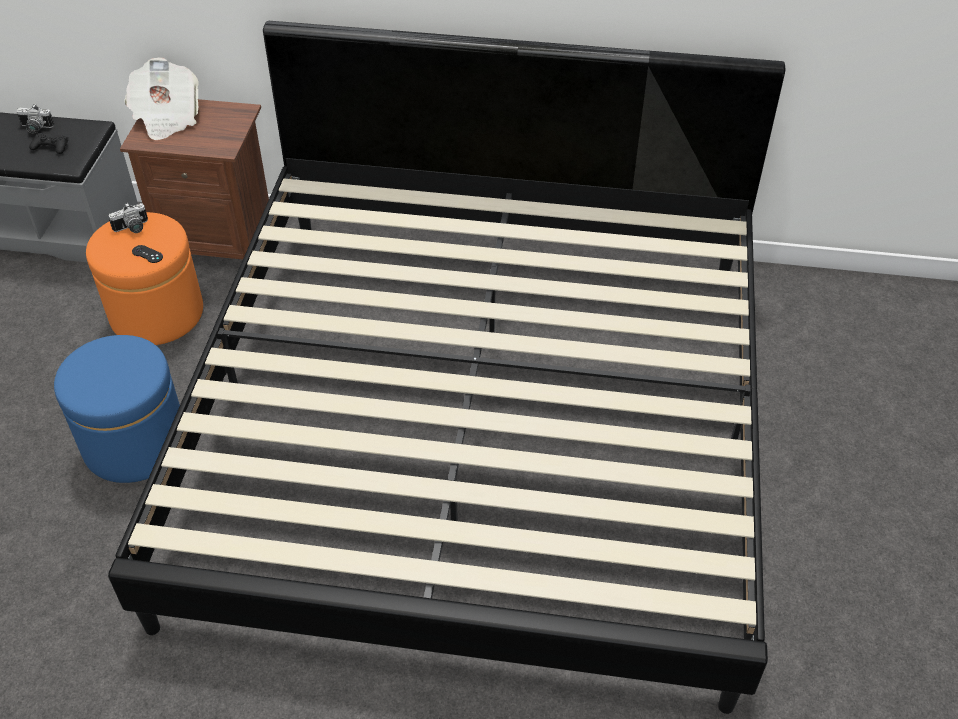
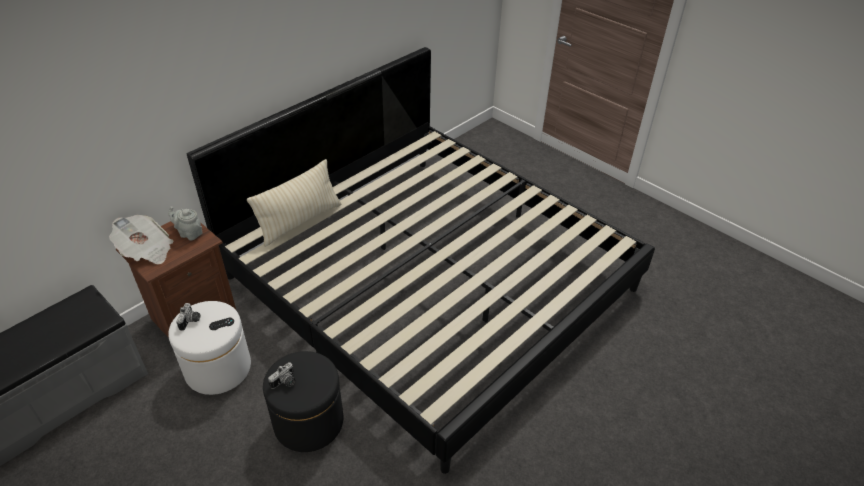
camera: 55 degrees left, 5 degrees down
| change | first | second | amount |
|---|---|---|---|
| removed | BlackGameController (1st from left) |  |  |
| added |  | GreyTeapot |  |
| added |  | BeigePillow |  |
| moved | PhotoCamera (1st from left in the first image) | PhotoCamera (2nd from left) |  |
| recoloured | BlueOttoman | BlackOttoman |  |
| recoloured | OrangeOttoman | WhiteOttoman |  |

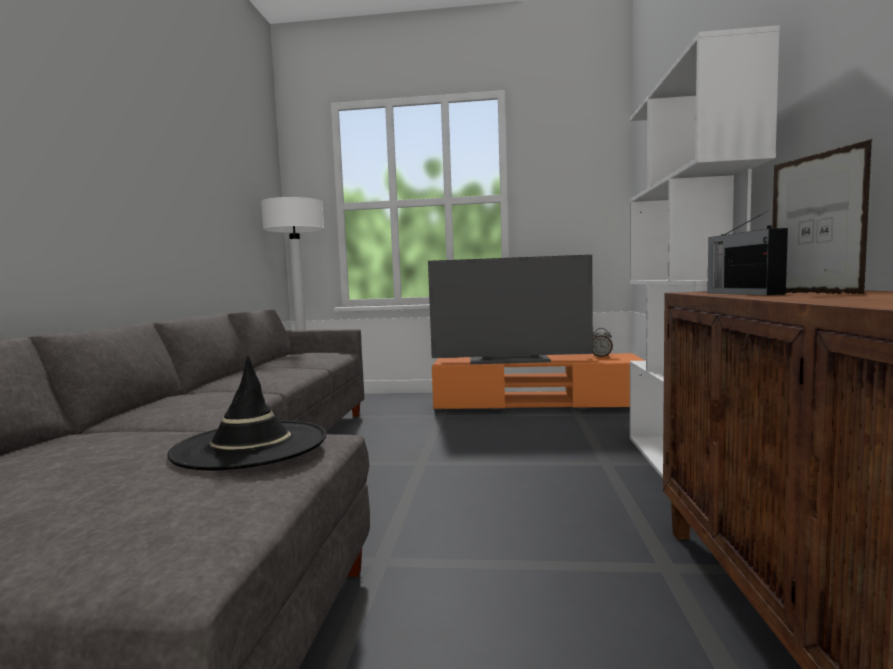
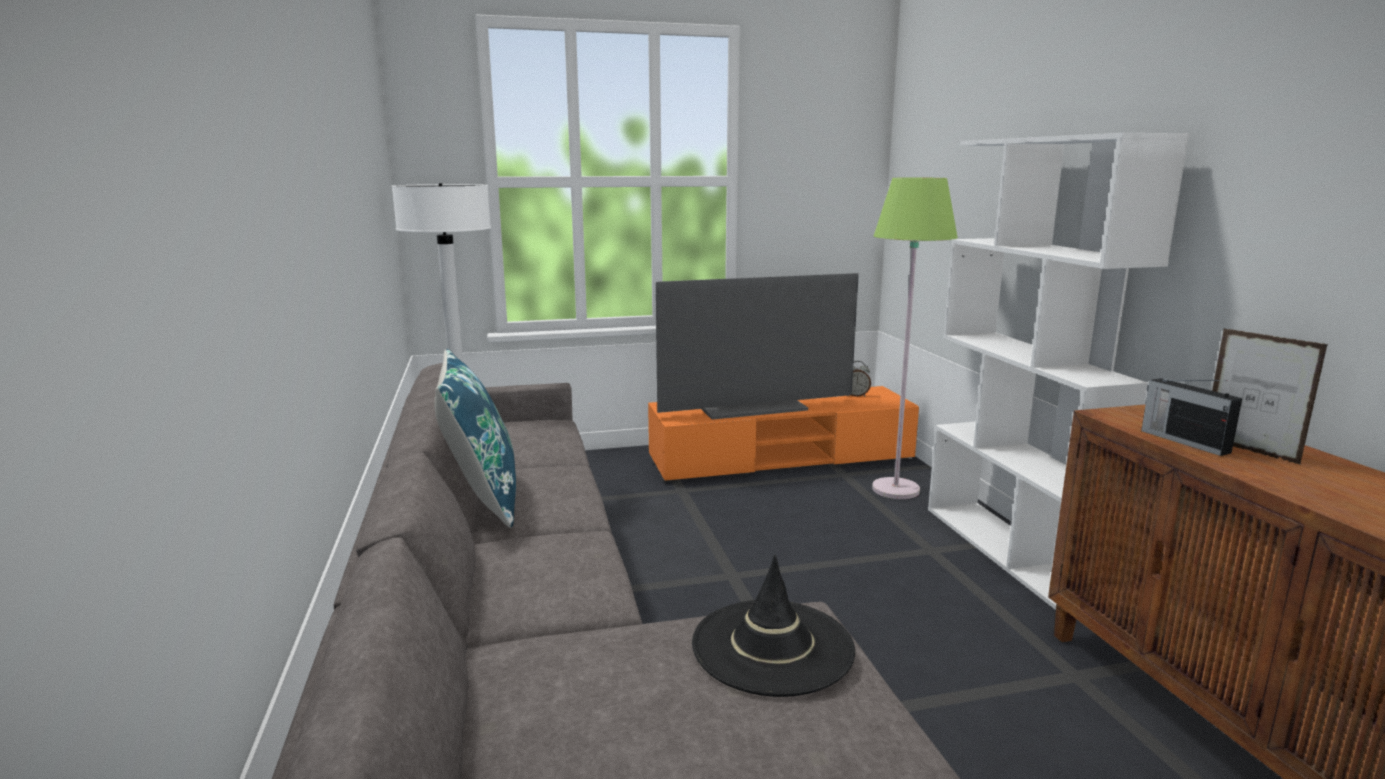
camera: 20 degrees left, 10 degrees up
| change | first | second | amount |
|---|---|---|---|
| added |  | BluePillow |  |
| added |  | GreenFloorLamp |  |

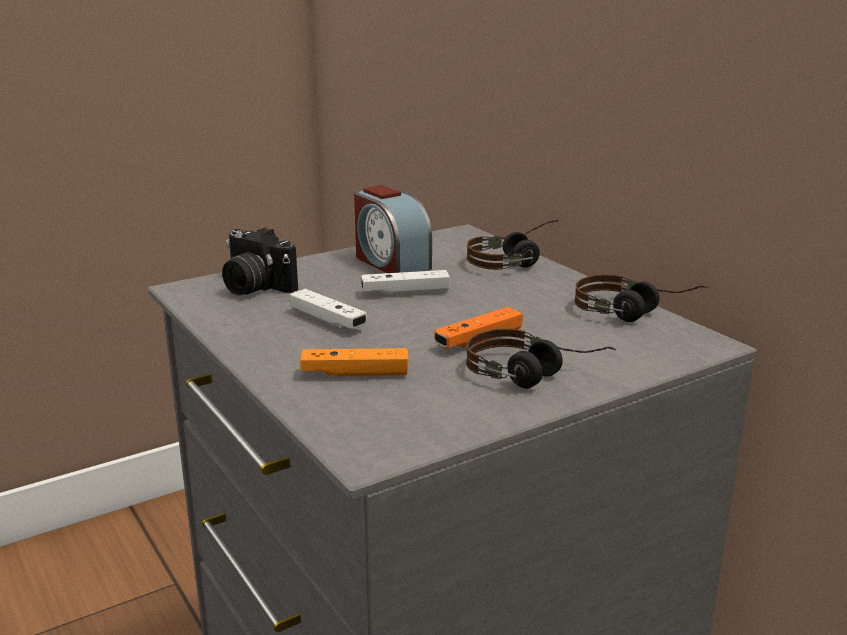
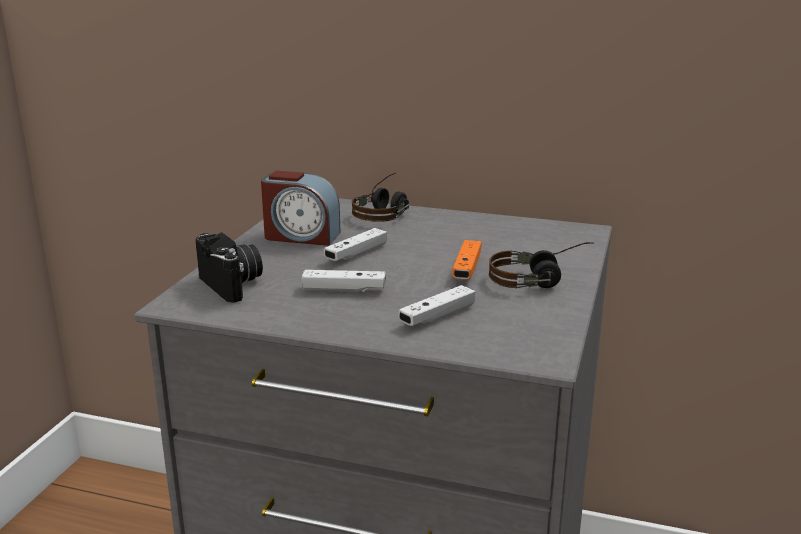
camera: 40 degrees left, 0 degrees up
| change | first | second | amount |
|---|---|---|---|
| removed | Headphones (3rd from left) |  |  |
| recoloured | OrangeGameController (1st from left) | WhiteGameController (3rd from left) |  |
| turned | PhotoCamera |  | 120 degrees counterclockwise |

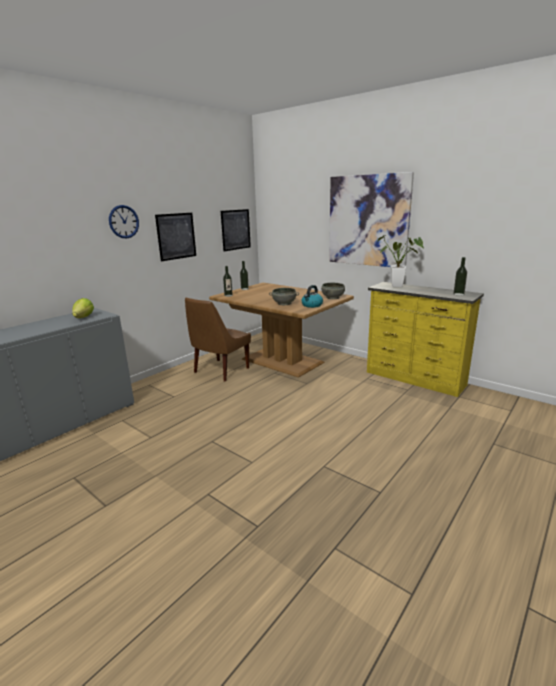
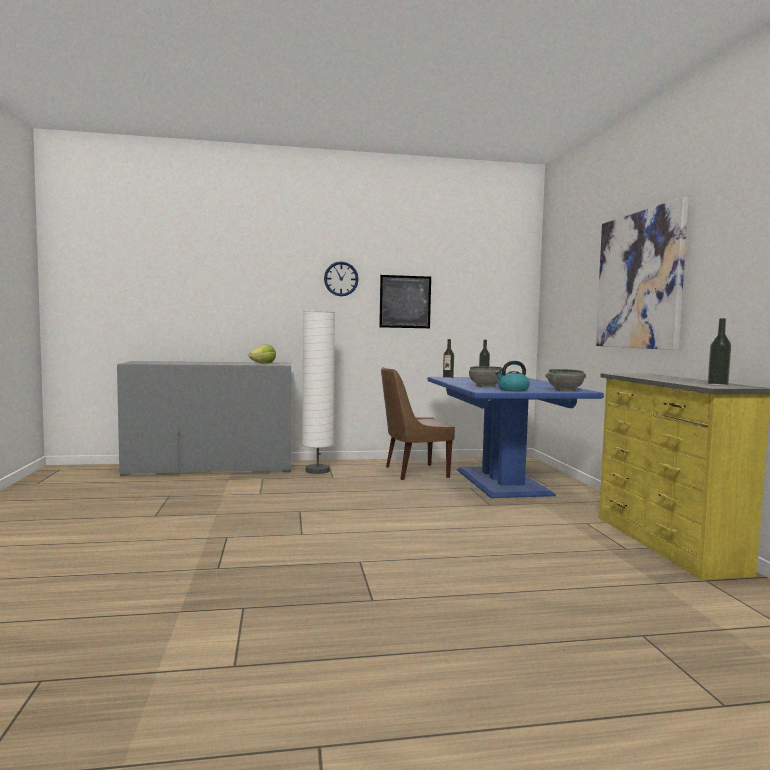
camera: 40 degrees right, 15 degrees down
| change | first | second | amount |
|---|---|---|---|
| removed | Picture (2nd from left) |  |  |
| removed | PottedPlant |  |  |
| added |  | WhiteFloorLamp |  |
| recoloured | BrownDiningTable | BlueDiningTable |  |

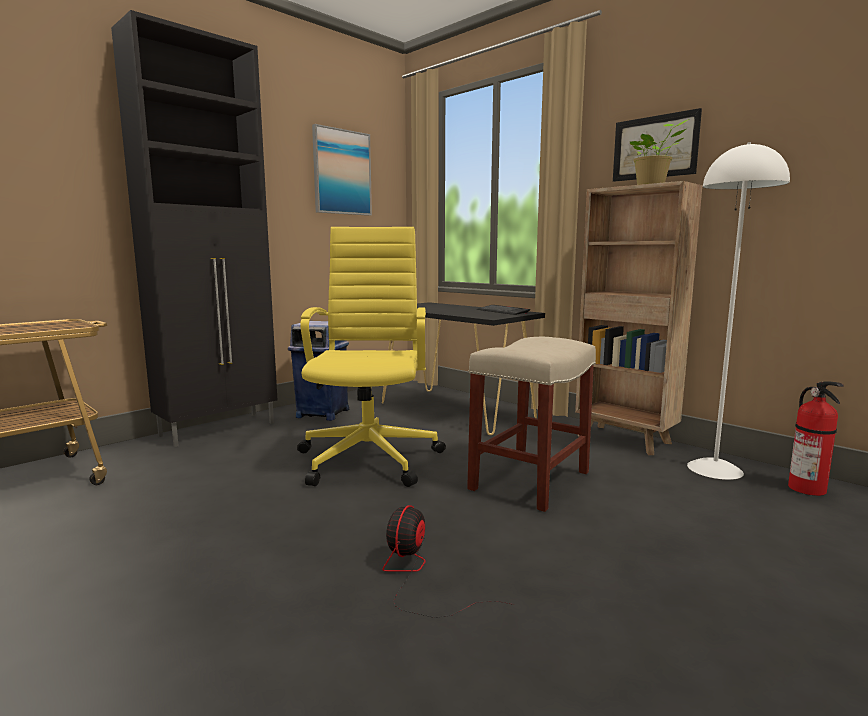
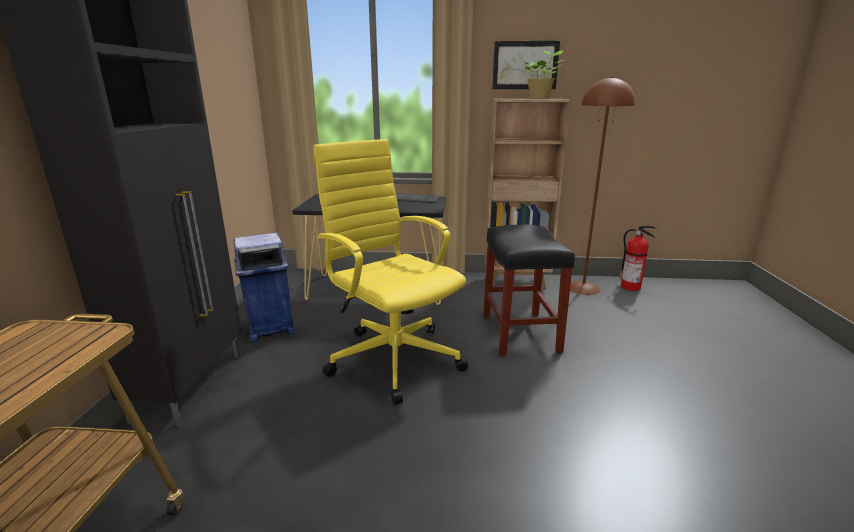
camera: 40 degrees left, 10 degrees up
| change | first | second | amount |
|---|---|---|---|
| removed | Picture (1st from left) |  |  |
| removed | Fan |  |  |
| recoloured | BeigeStool | BlackStool |  |
| recoloured | WhiteFloorLamp | BrownFloorLamp |  |

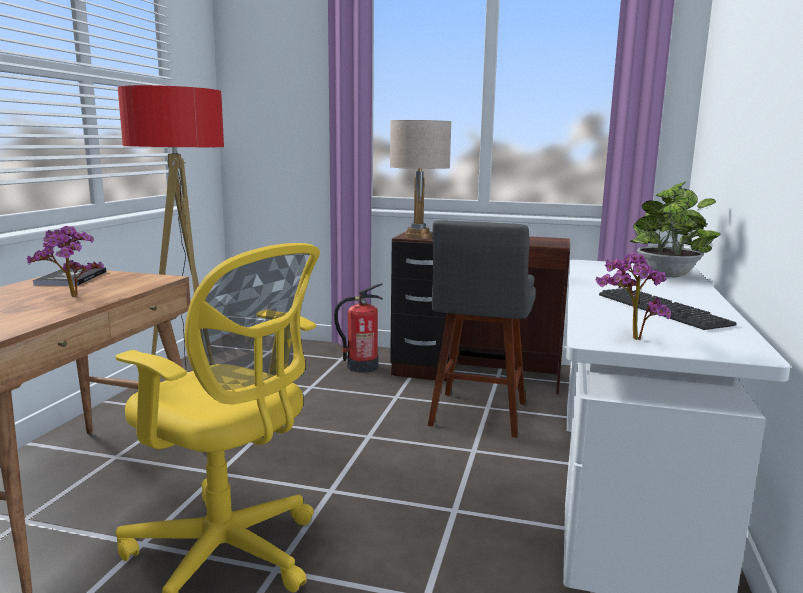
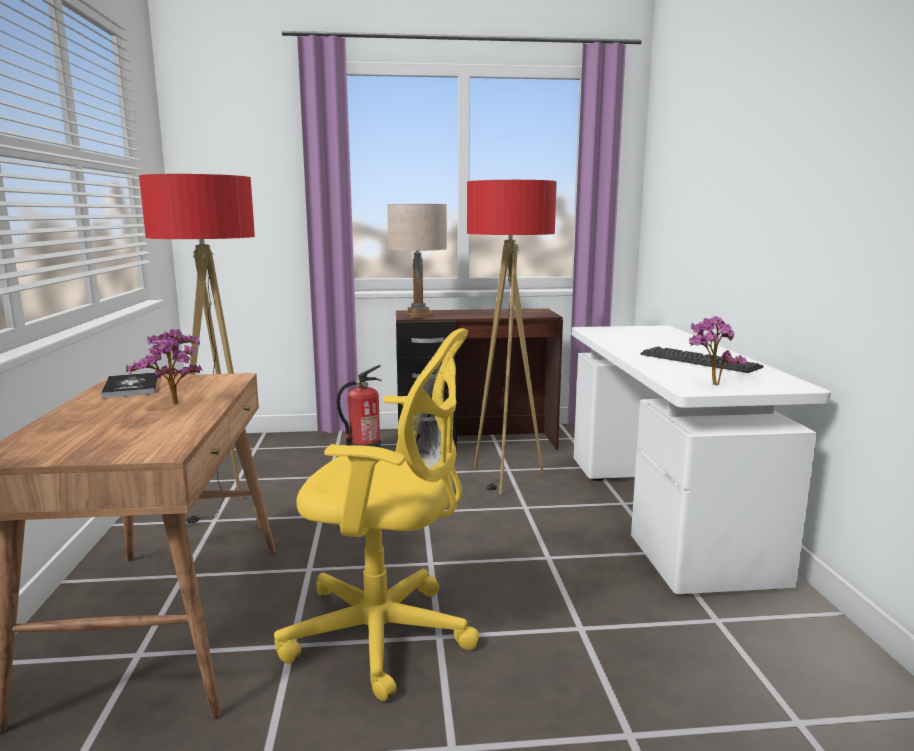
camera: 20 degrees left, 0 degrees up
| change | first | second | amount |
|---|---|---|---|
| removed | PottedPlant (3rd from left) |  |  |
| replaced | GreyStool | FloorLamp (2nd from left) |  |

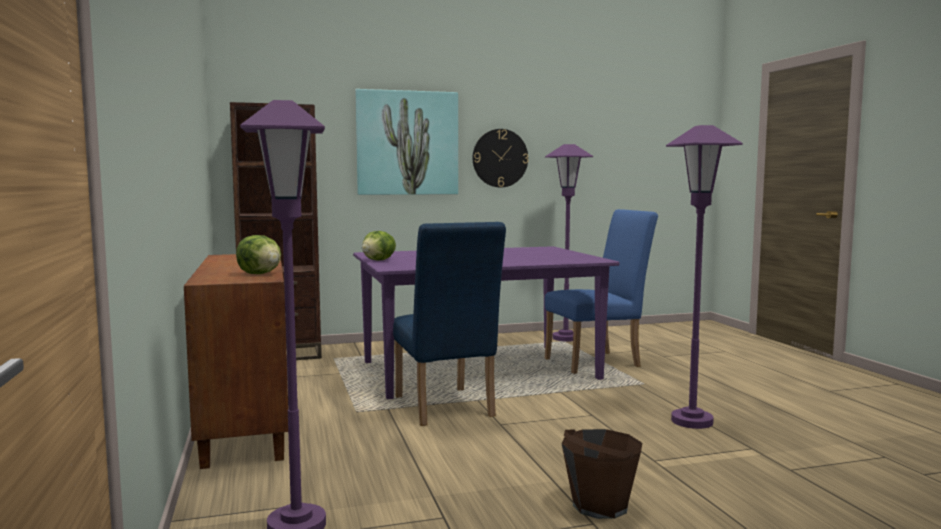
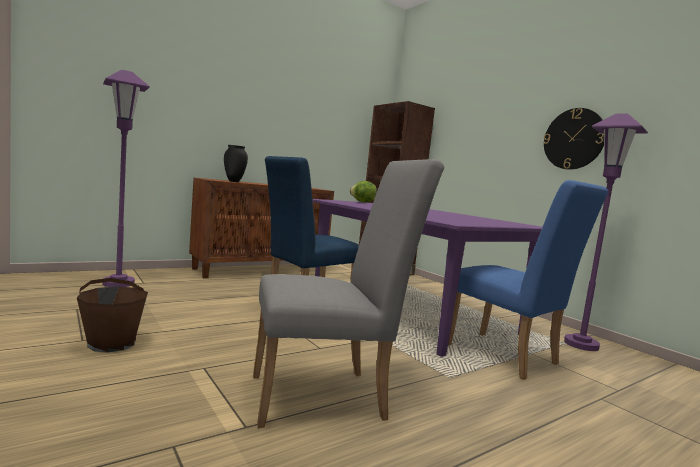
camera: 70 degrees right, 0 degrees up
| change | first | second | amount |
|---|---|---|---|
| removed | Picture |  |  |
| replaced | Lettuce (1st from left) | BlackVase |  |
| replaced | PurpleFloorLamp (3rd from left) | GreyChair |  |

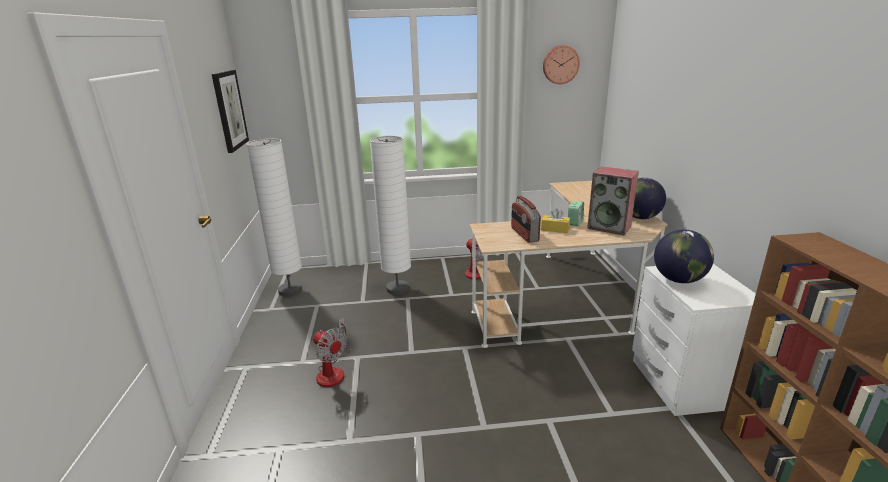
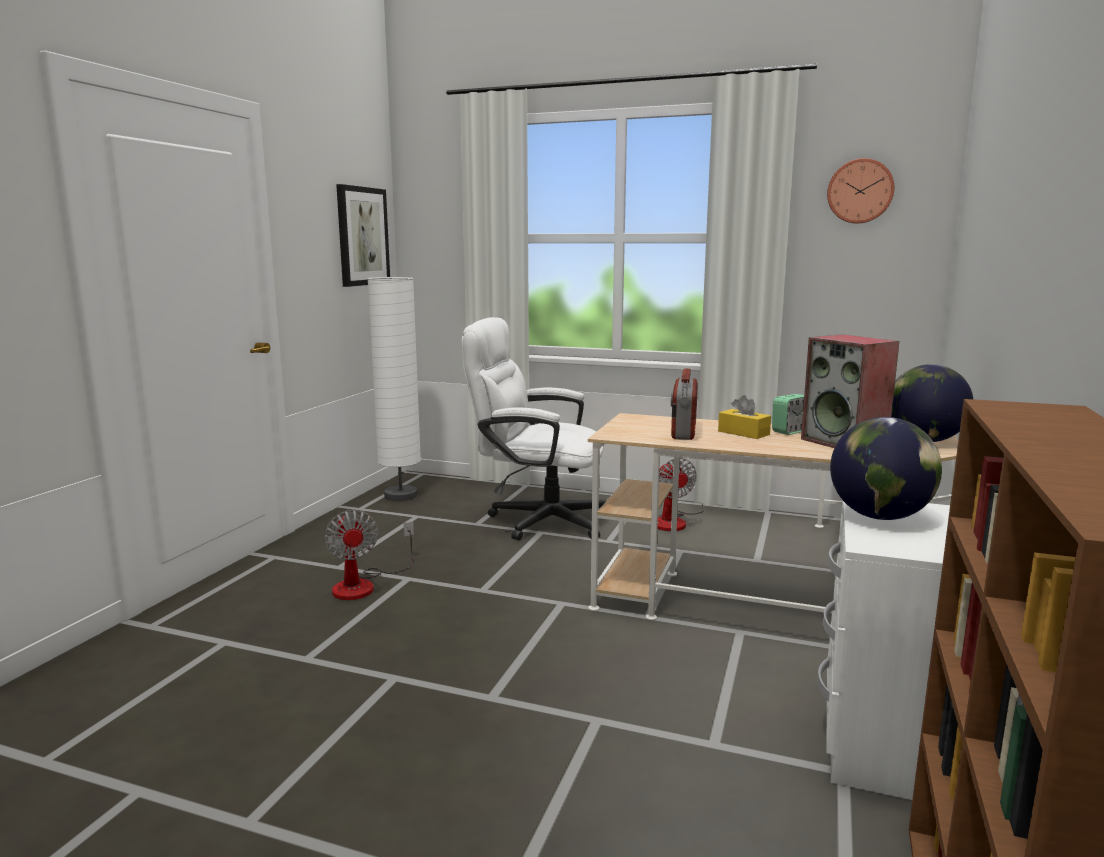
camera: 25 degrees right, 10 degrees down
| change | first | second | amount |
|---|---|---|---|
| replaced | WhiteFloorLamp (2nd from left) | WhiteOfficeChair |  |

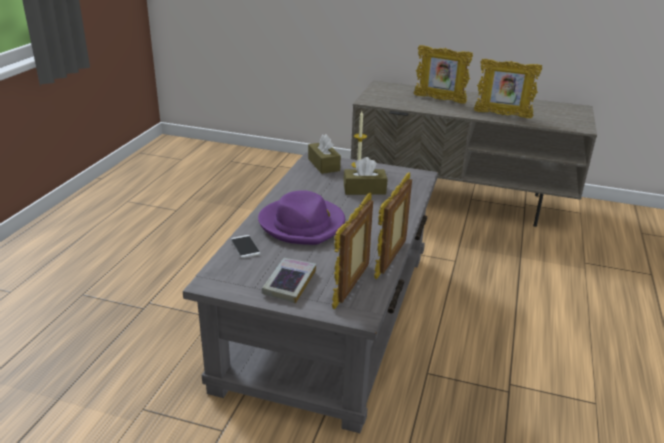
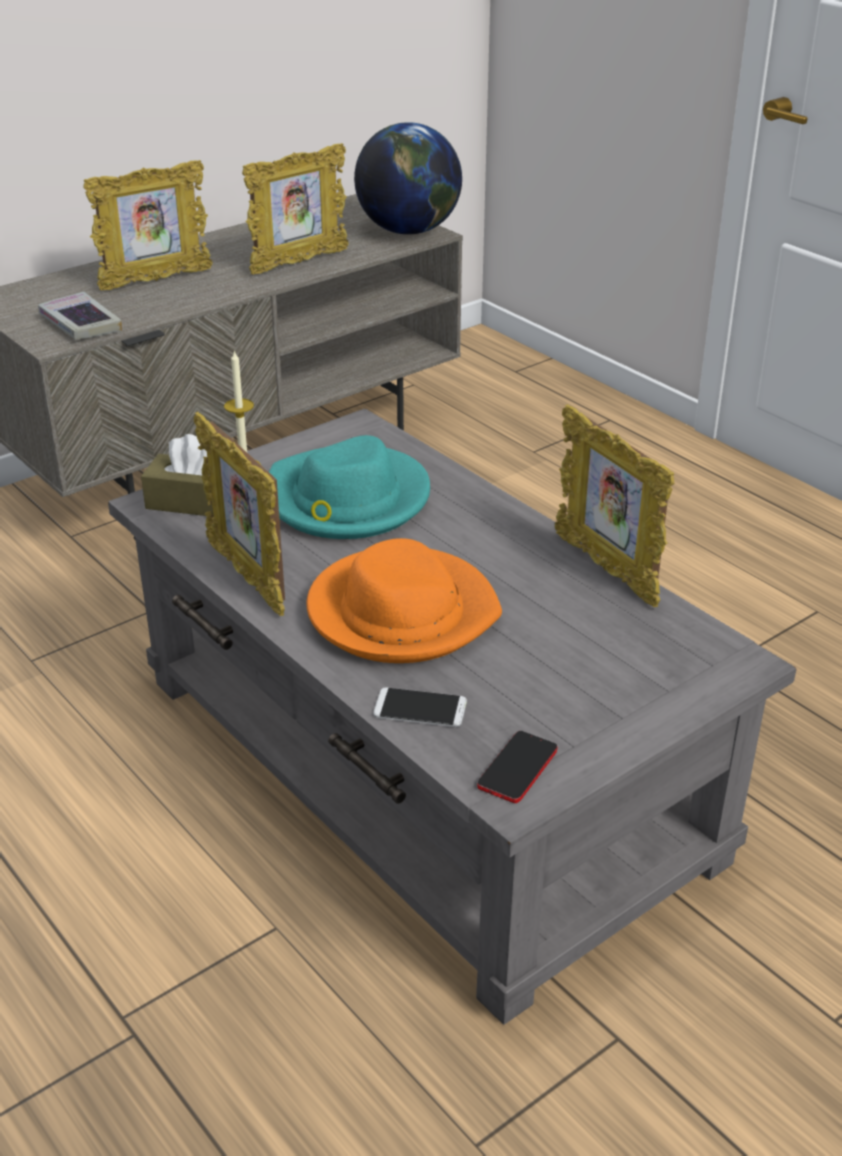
camera: 55 degrees left, 5 degrees up
| change | first | second | amount |
|---|---|---|---|
| added |  | Globe |  |
| added |  | Phone (2nd from left) |  |
| moved | Book |  |  |
| moved | PictureFrame (1st from left in the first image) | PictureFrame (2nd from left) |  |
| replaced | BrownTissueBox (2nd from left) | TurquoiseHat |  |
| recoloured | PurpleHat | OrangeHat |  |

